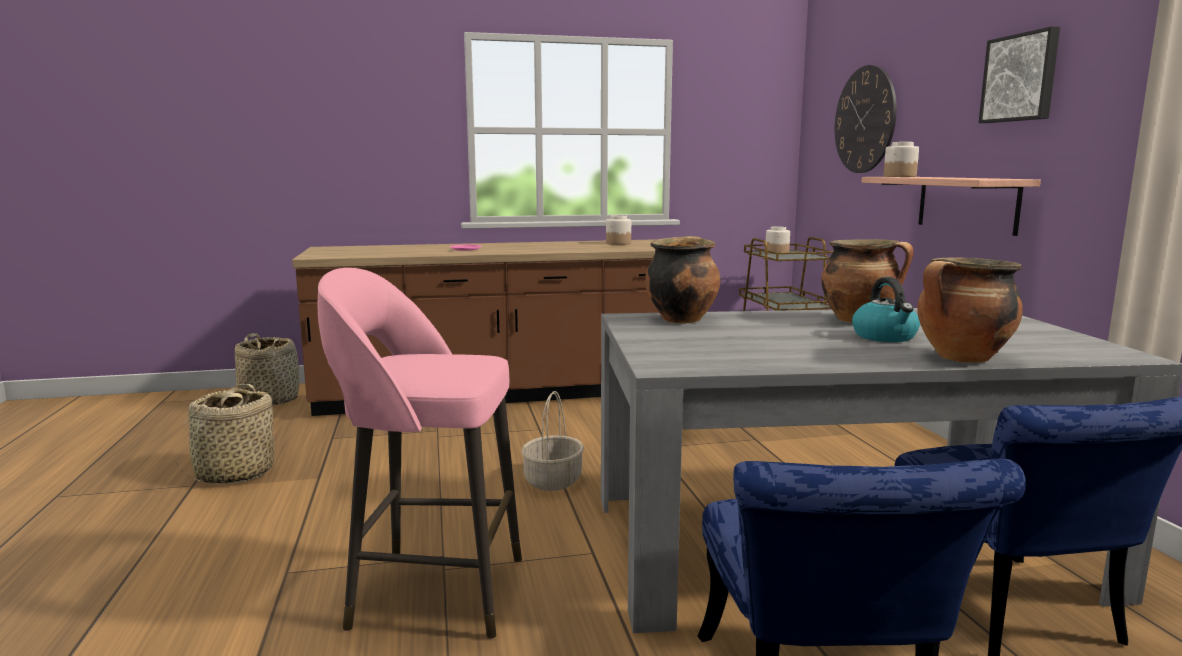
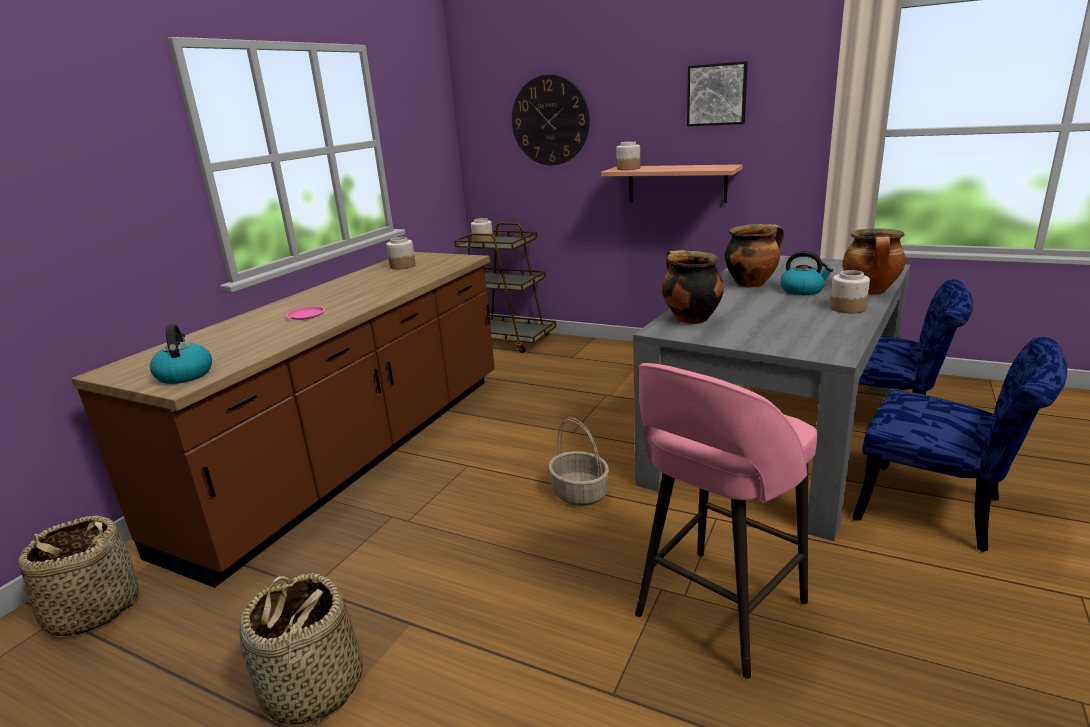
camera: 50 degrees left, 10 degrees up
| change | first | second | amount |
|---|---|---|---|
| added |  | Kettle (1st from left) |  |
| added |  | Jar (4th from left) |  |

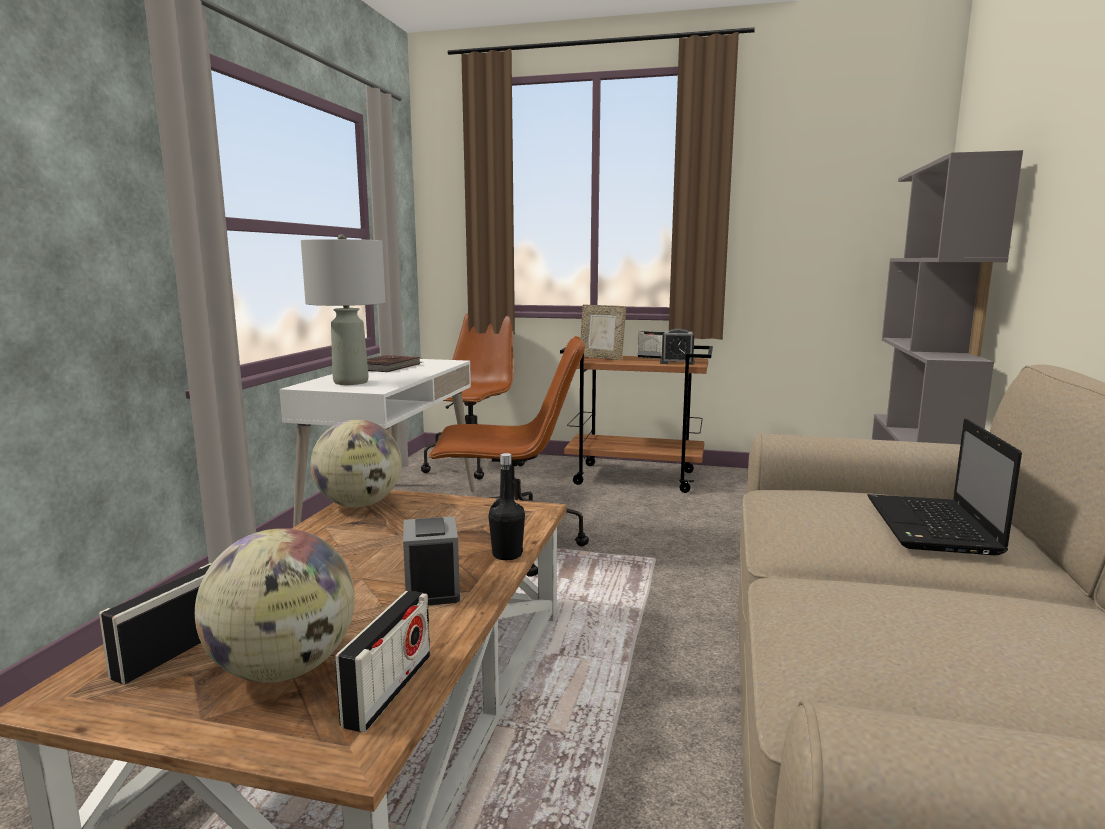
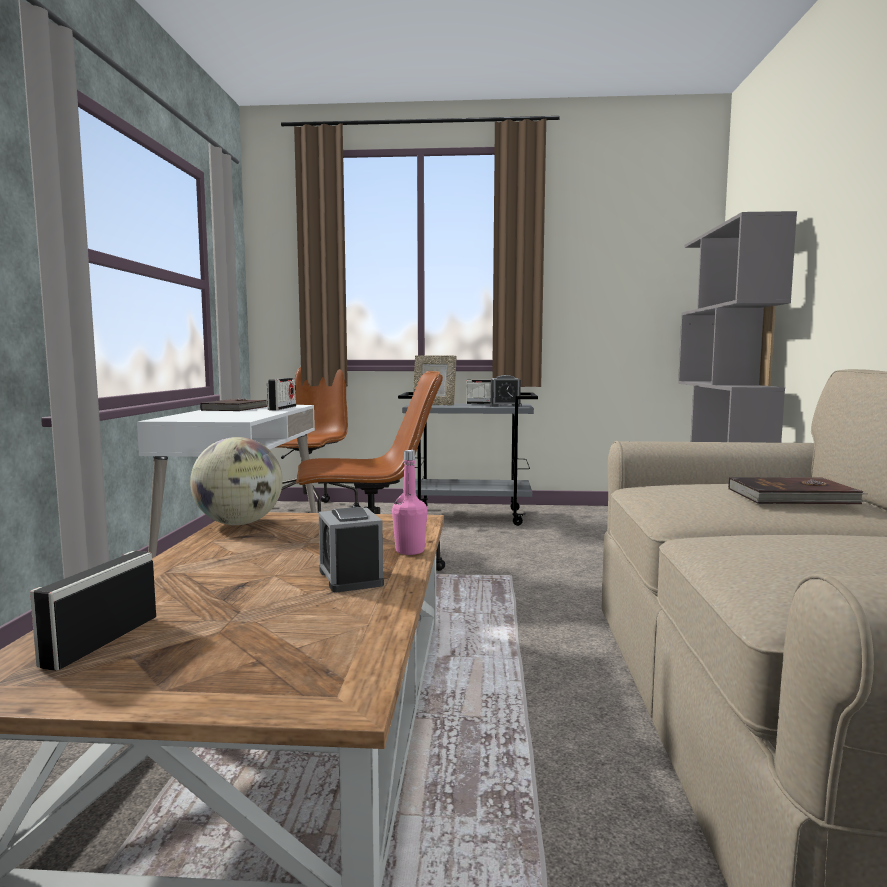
camera: 10 degrees left, 5 degrees down
| change | first | second | amount |
|---|---|---|---|
| removed | Globe (1st from left) |  |  |
| removed | GreyTableLamp |  |  |
| moved | Radio (2nd from left) |  |  |
| replaced | Laptop | BrownBook (2nd from left) |  |
| recoloured | BlackBottle | PinkBottle |  |
| recoloured | BrownCart | GreyCart |  |

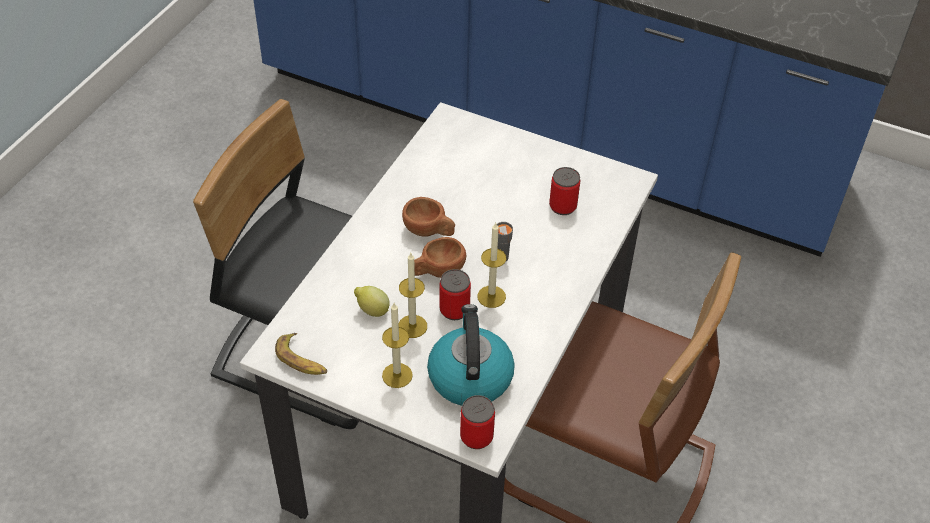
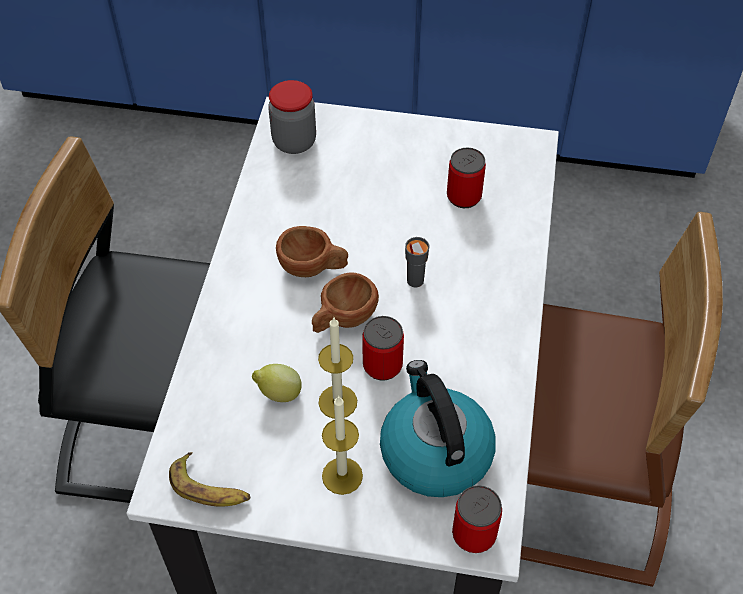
camera: 15 degrees left, 5 degrees up
| change | first | second | amount |
|---|---|---|---|
| removed | Candle (3rd from left) |  |  |
| added |  | Jar |  |

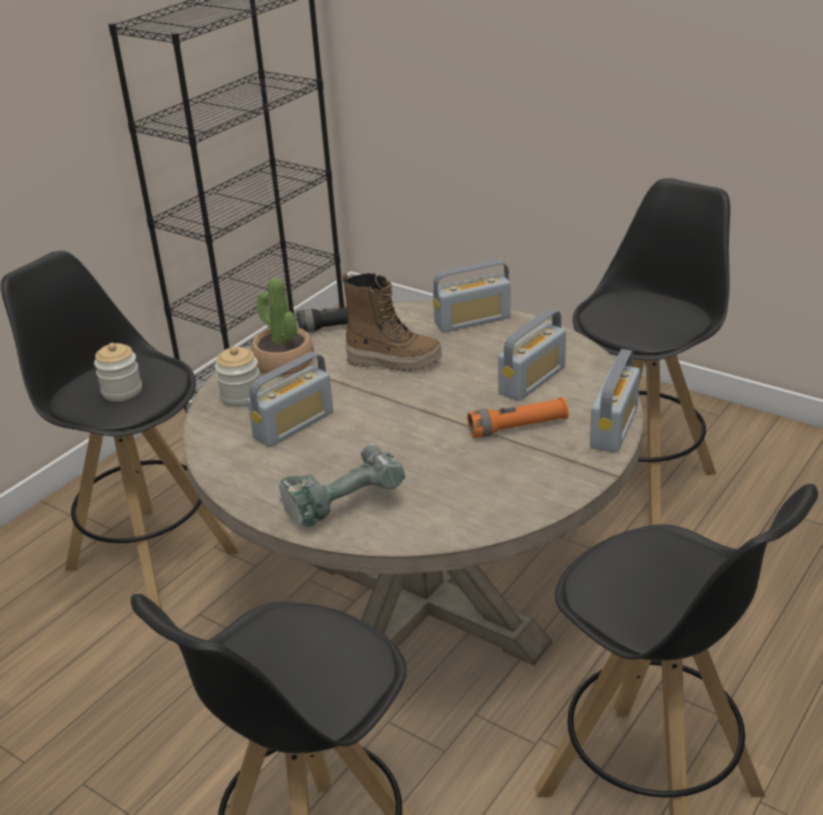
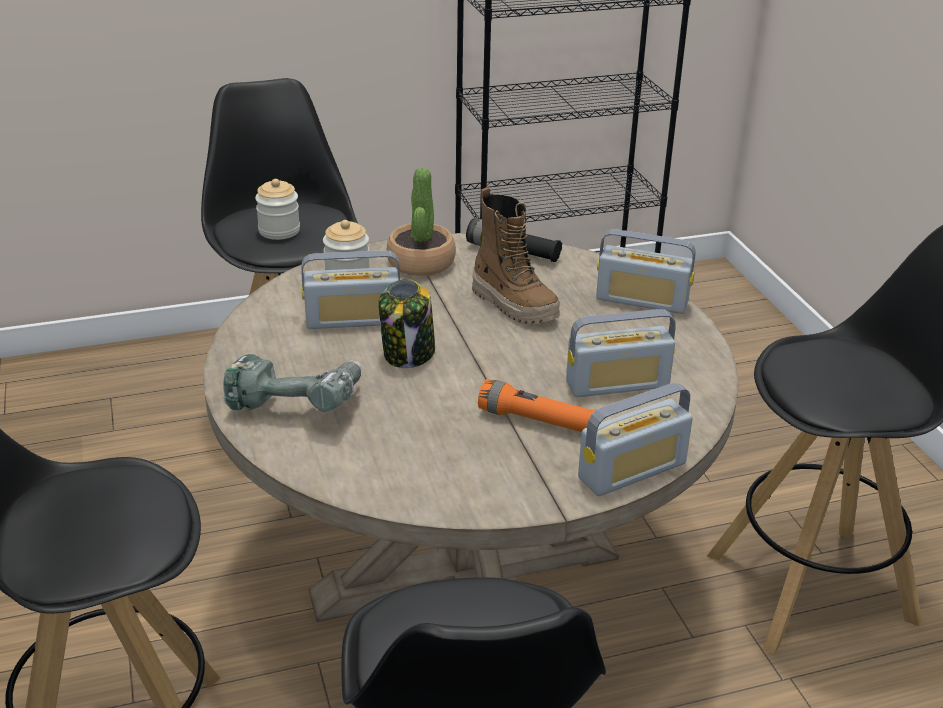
camera: 35 degrees right, 0 degrees up
| change | first | second | amount |
|---|---|---|---|
| added |  | Jar (3rd from left) |  |

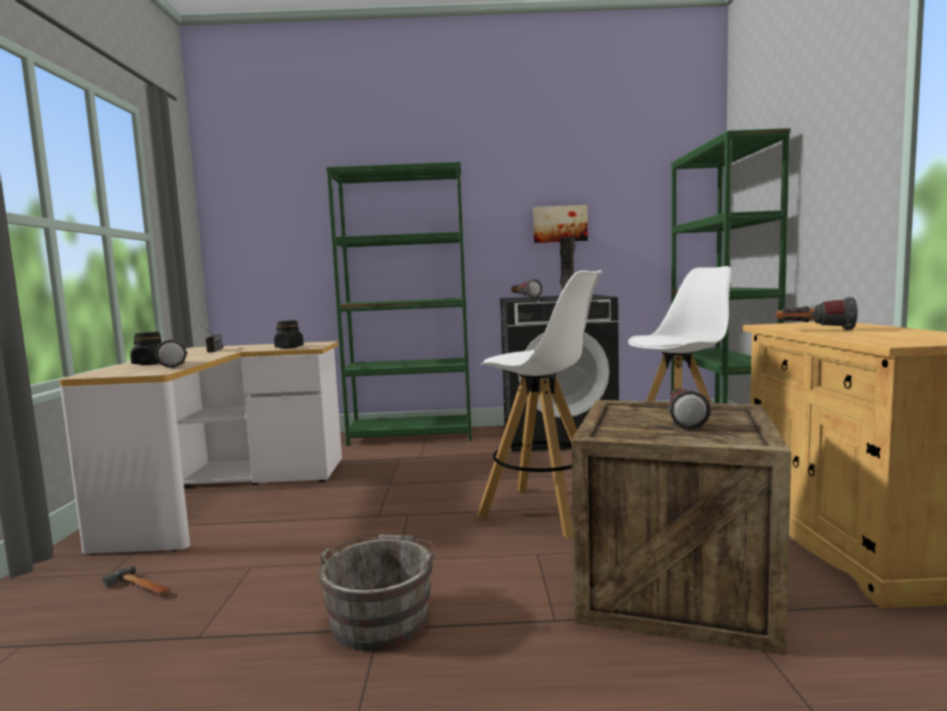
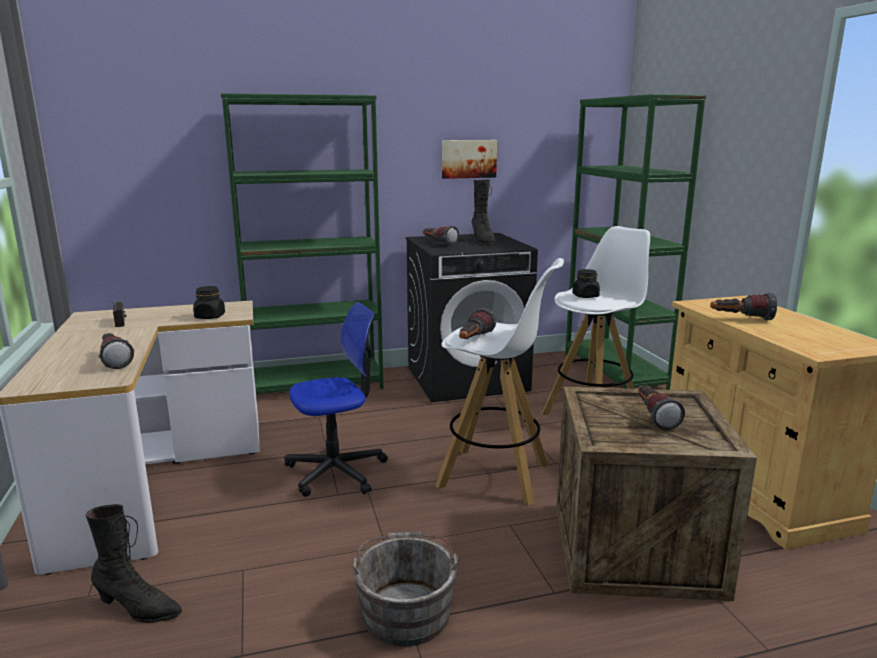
camera: 15 degrees left, 10 degrees up
| change | first | second | amount |
|---|---|---|---|
| added |  | OfficeChair |  |
| added |  | Flashlight (3rd from left) |  |
| moved | BlackJar (1st from left in the first image) | BlackJar (2nd from left) |  |
| replaced | Hammer | BlackBoot (1st from left) |  |

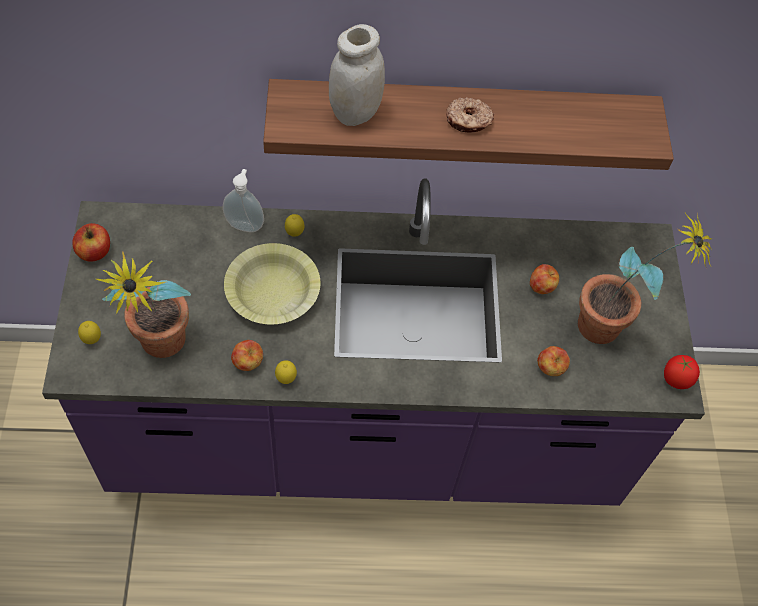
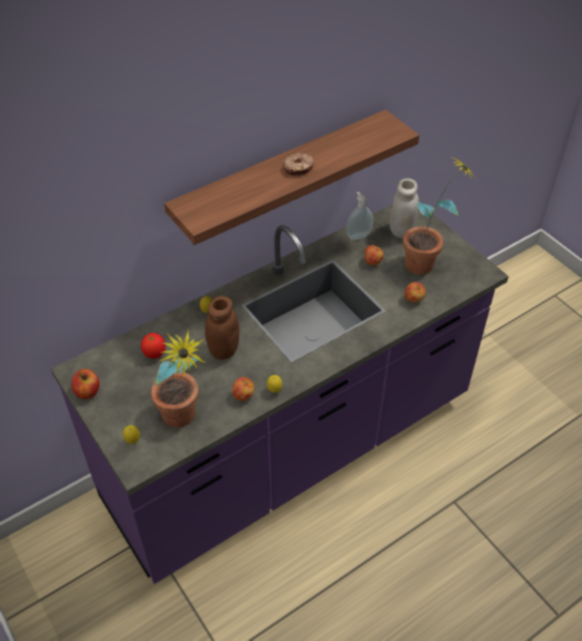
camera: 30 degrees left, 10 degrees down
| change | first | second | amount |
|---|---|---|---|
| moved | SoapDispenser |  |  |
| moved | WhiteJar |  |  |
| moved | Tomato |  |  |
| replaced | YellowBowl | BrownJar |  |

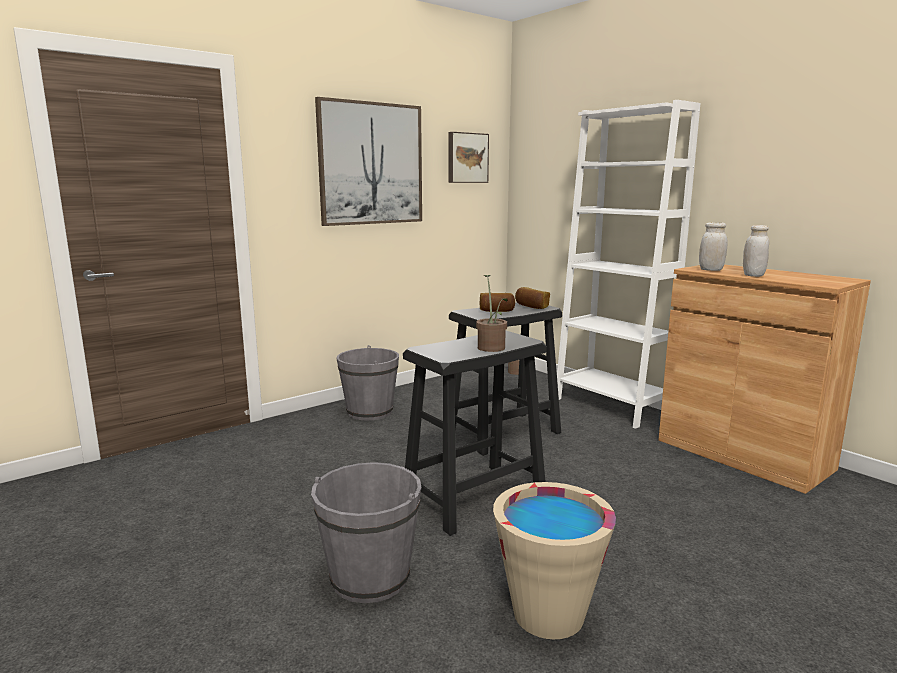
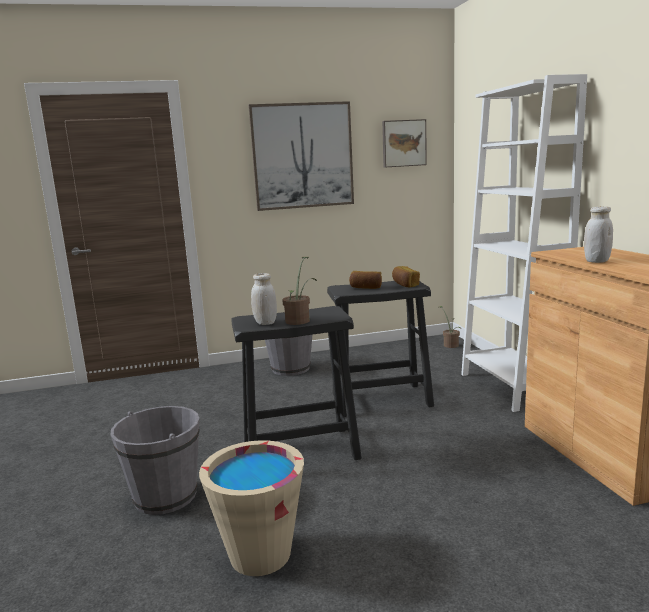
camera: 25 degrees right, 0 degrees up
| change | first | second | amount |
|---|---|---|---|
| moved | WhiteJar (1st from left) |  |  |

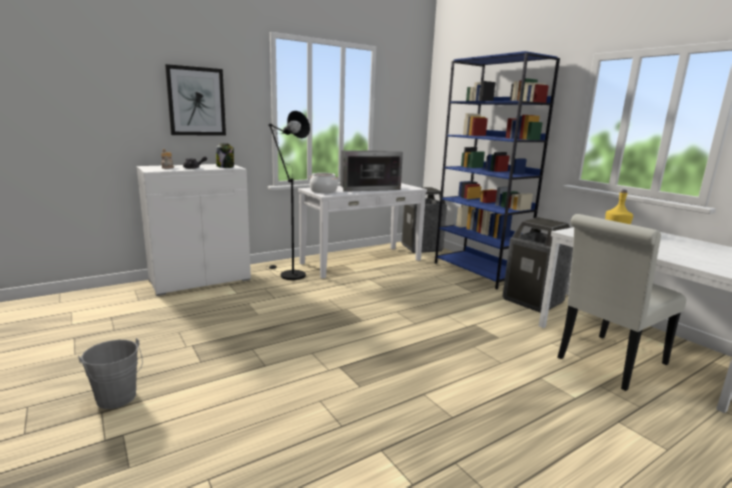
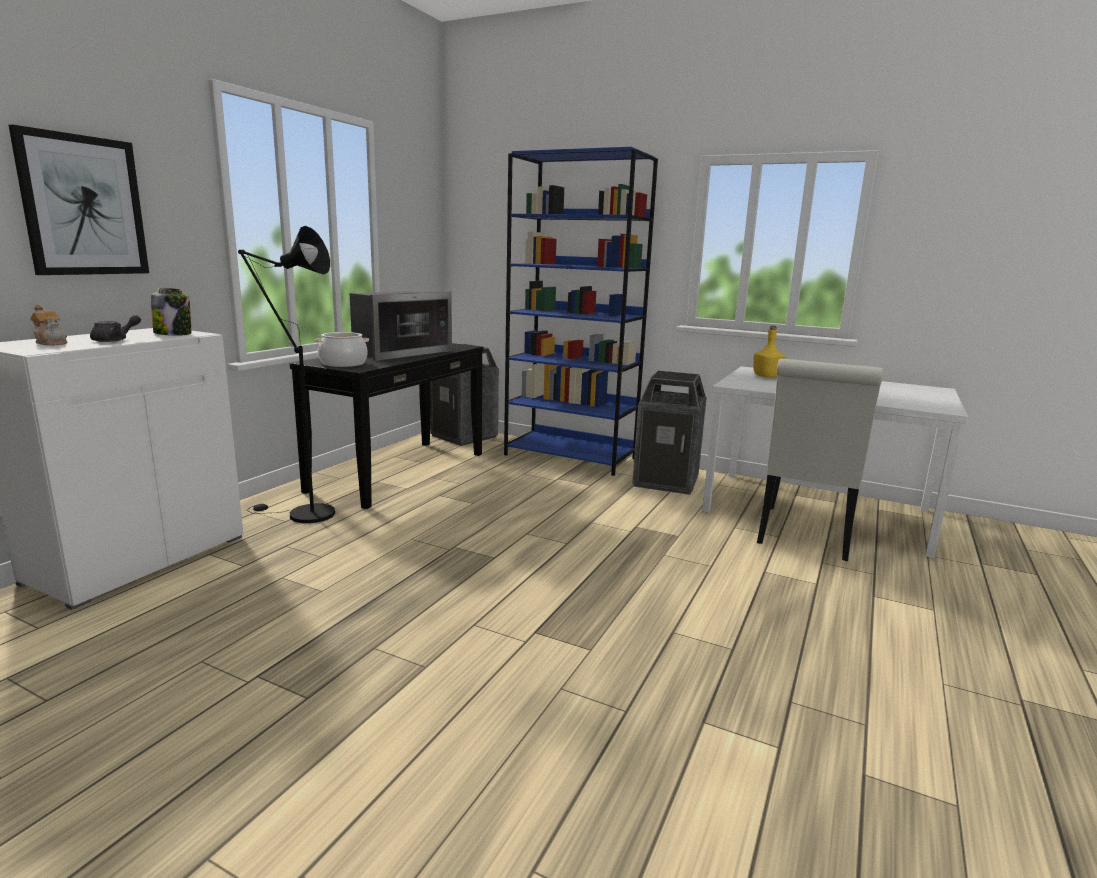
camera: 30 degrees left, 0 degrees up
| change | first | second | amount |
|---|---|---|---|
| removed | GreyBucket |  |  |
| recoloured | WhiteConsoleTable | BlackConsoleTable |  |

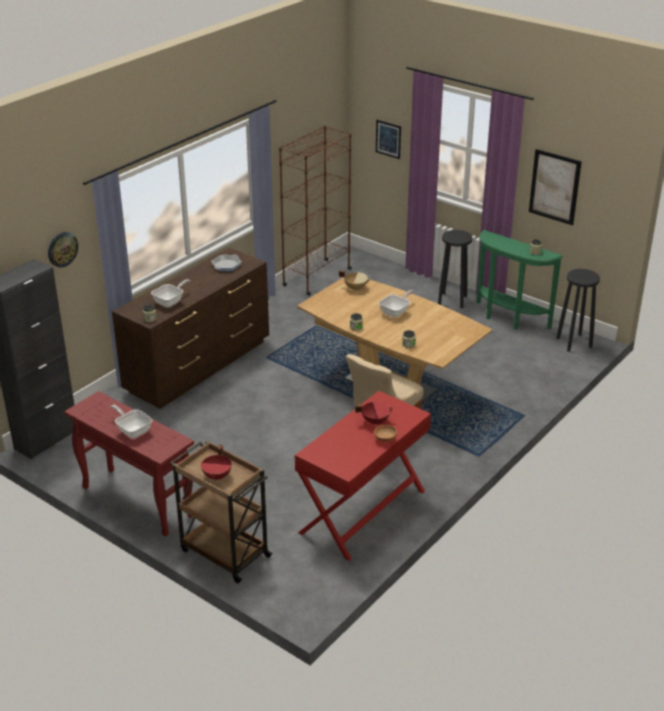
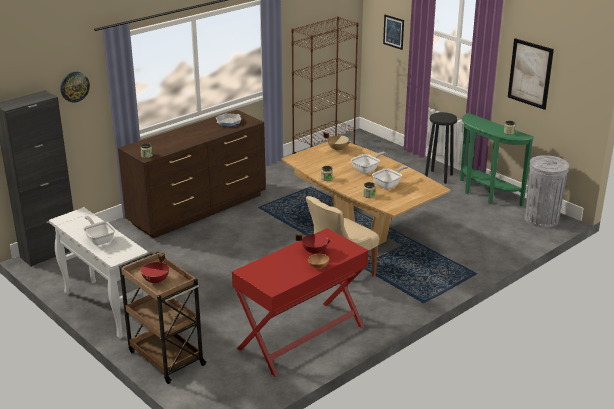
camera: 10 degrees right, 5 degrees down
| change | first | second | amount |
|---|---|---|---|
| moved | FryingPan (2nd from left in the first image) | FryingPan (4th from left) |  |
| replaced | BlackStool (2nd from left) | GreyTrashCan |  |
| recoloured | RedConsoleTable (1st from left) | WhiteConsoleTable |  |

